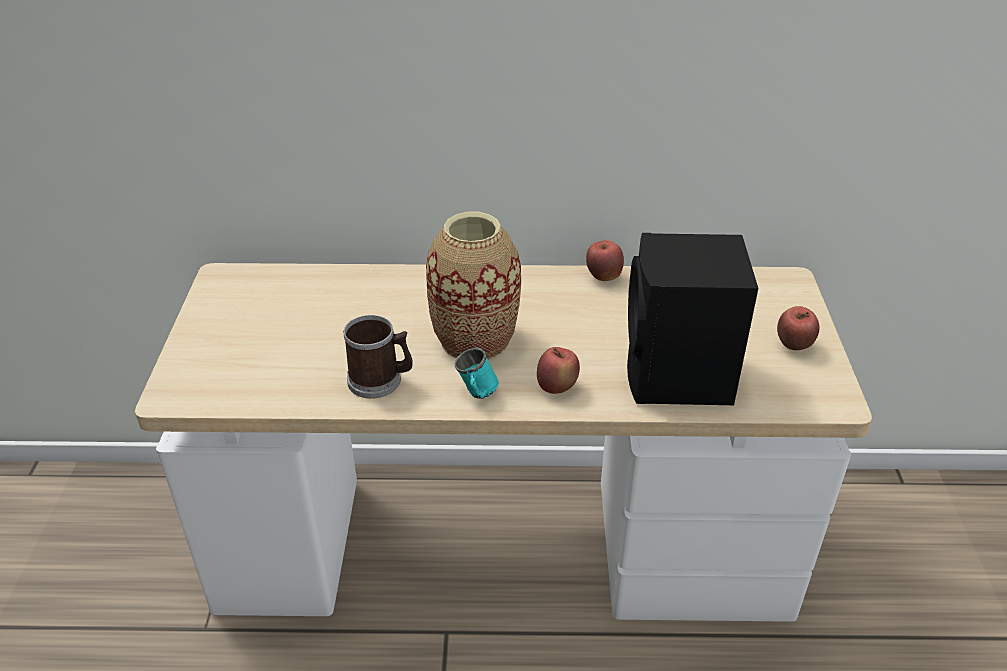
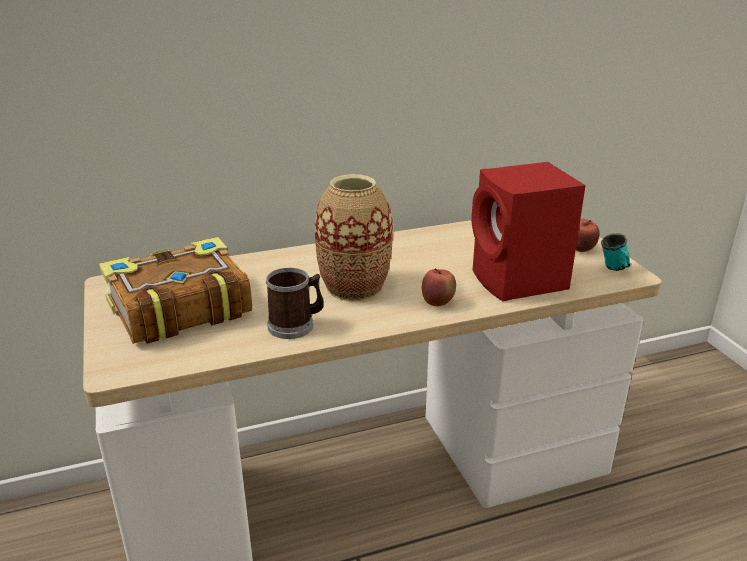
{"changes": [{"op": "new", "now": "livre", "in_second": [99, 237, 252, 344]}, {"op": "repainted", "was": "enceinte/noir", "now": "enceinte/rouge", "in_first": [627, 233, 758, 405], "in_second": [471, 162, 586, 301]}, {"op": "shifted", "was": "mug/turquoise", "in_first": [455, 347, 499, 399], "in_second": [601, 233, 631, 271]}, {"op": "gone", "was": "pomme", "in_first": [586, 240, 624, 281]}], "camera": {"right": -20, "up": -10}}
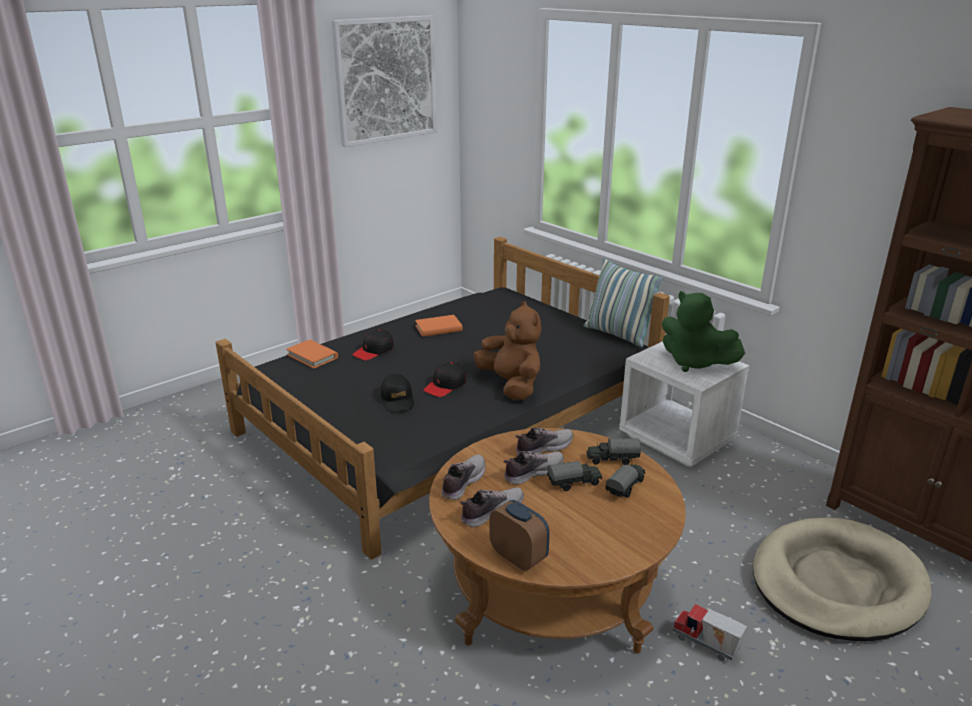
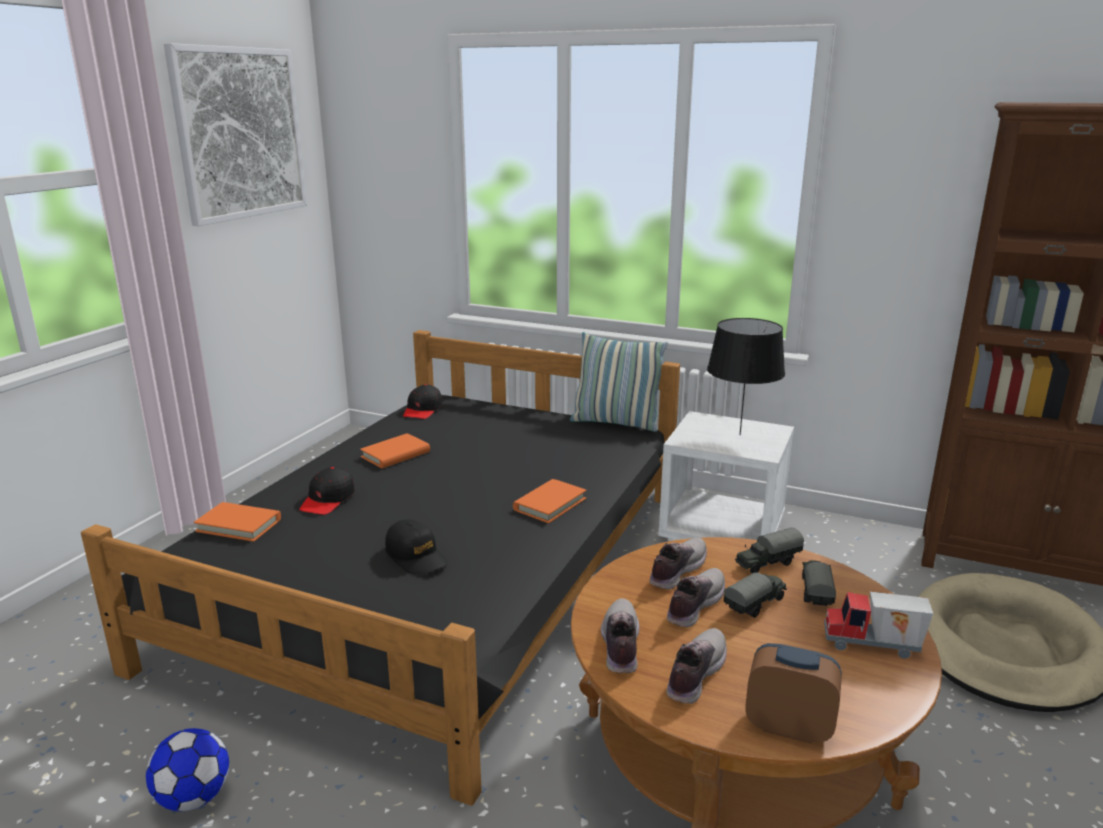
{"changes": [{"op": "new", "now": "ballon de foot", "in_second": [146, 728, 229, 811]}, {"op": "shifted", "was": "casquette/noir", "in_first": [423, 362, 466, 397], "in_second": [403, 384, 442, 419]}, {"op": "swapped", "was": "peluche/marron", "now": "livre/orange", "in_first": [473, 301, 541, 400], "in_second": [513, 479, 587, 523]}, {"op": "swapped", "was": "peluche/vert", "now": "lampe de table/noir", "in_first": [662, 291, 745, 372], "in_second": [707, 318, 785, 435]}, {"op": "shifted", "was": "camion jouet", "in_first": [673, 604, 747, 661], "in_second": [824, 592, 933, 659]}], "camera": {"right": -25, "up": -5}}
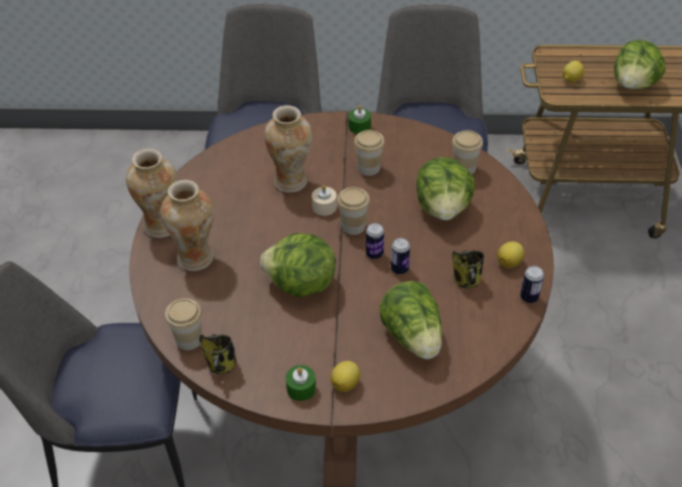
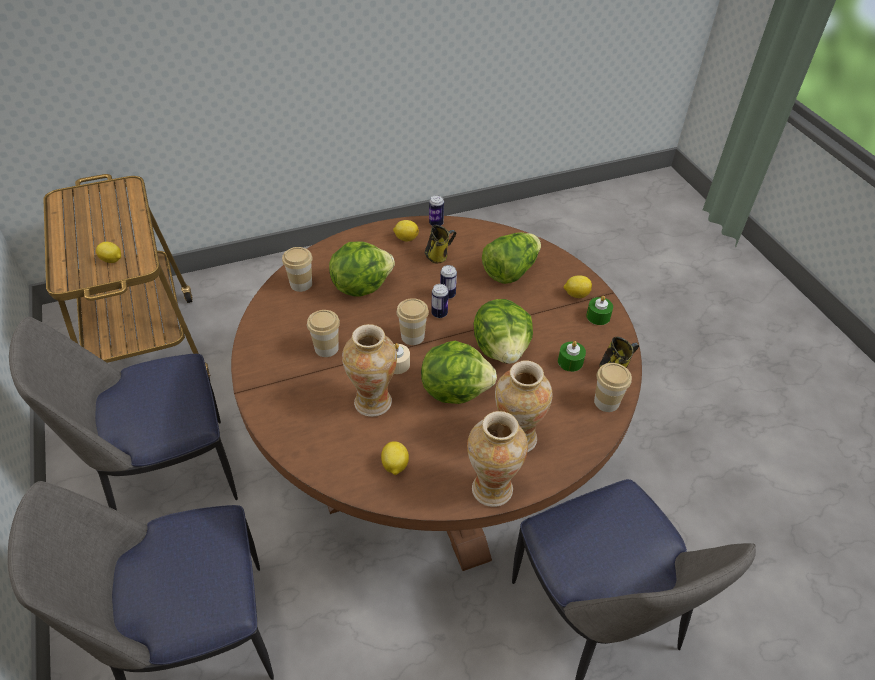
{"changes": [{"op": "new", "now": "citron", "in_second": [381, 441, 409, 475]}, {"op": "shifted", "was": "laitue", "in_first": [614, 40, 665, 90], "in_second": [421, 341, 497, 404]}, {"op": "shifted", "was": "bougie/vert", "in_first": [348, 105, 371, 134], "in_second": [558, 341, 586, 372]}], "camera": {"right": -115, "up": 0}}
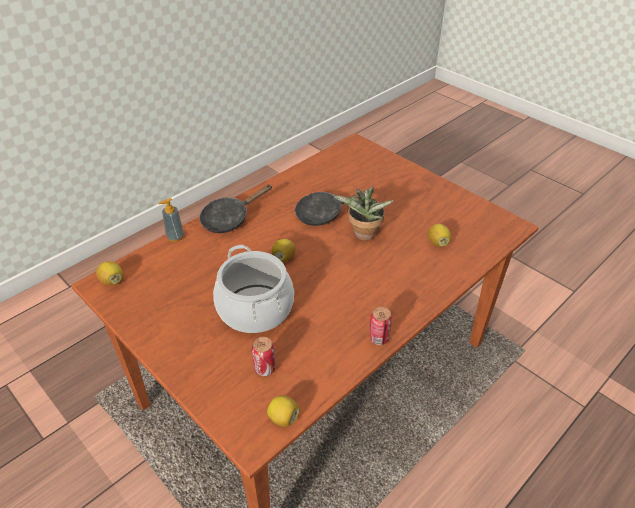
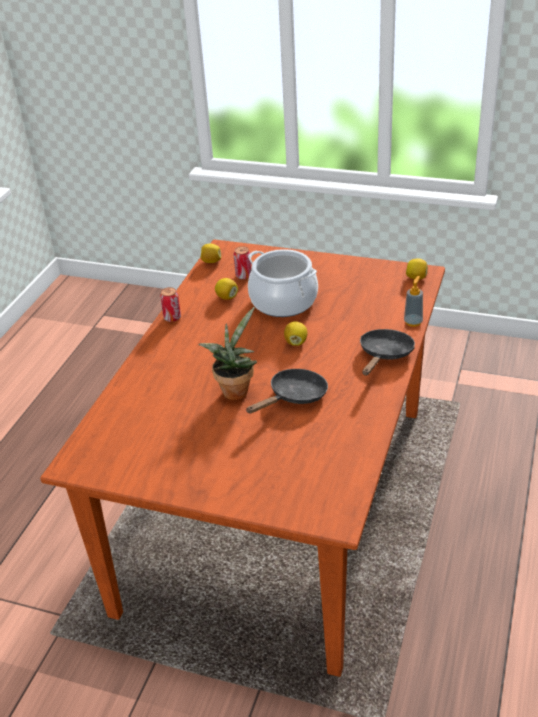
{"changes": [{"op": "shifted", "was": "citron", "in_first": [427, 224, 451, 247], "in_second": [215, 278, 238, 300]}], "camera": {"right": 155, "up": -5}}
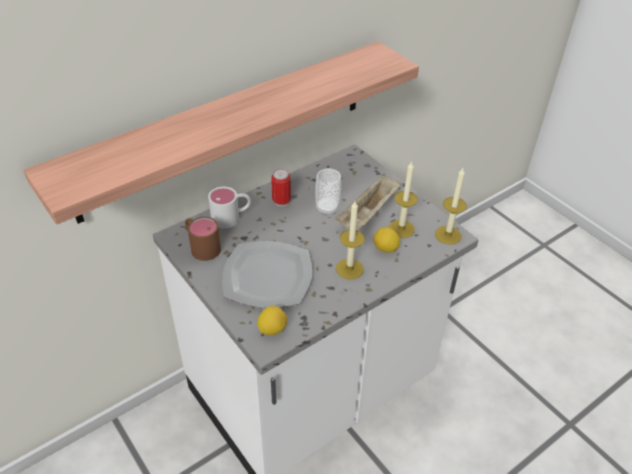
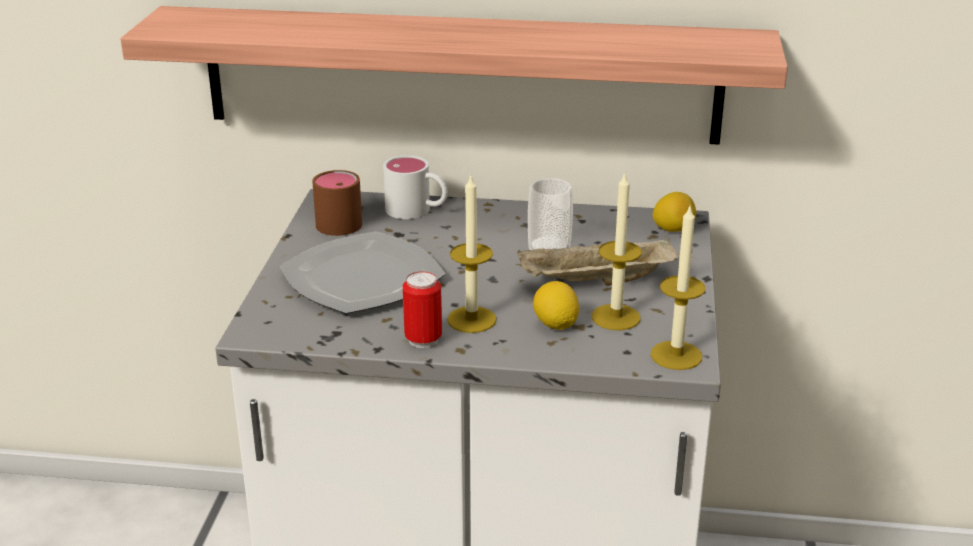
{"changes": [{"op": "shifted", "was": "boîte métallique", "in_first": [271, 169, 291, 206], "in_second": [403, 271, 442, 348]}, {"op": "shifted", "was": "citron", "in_first": [257, 306, 287, 335], "in_second": [652, 192, 696, 232]}], "camera": {"right": 45, "up": -15}}
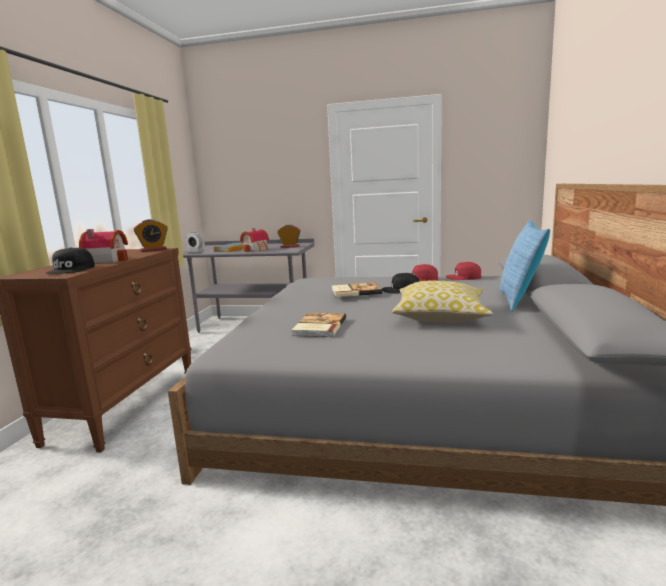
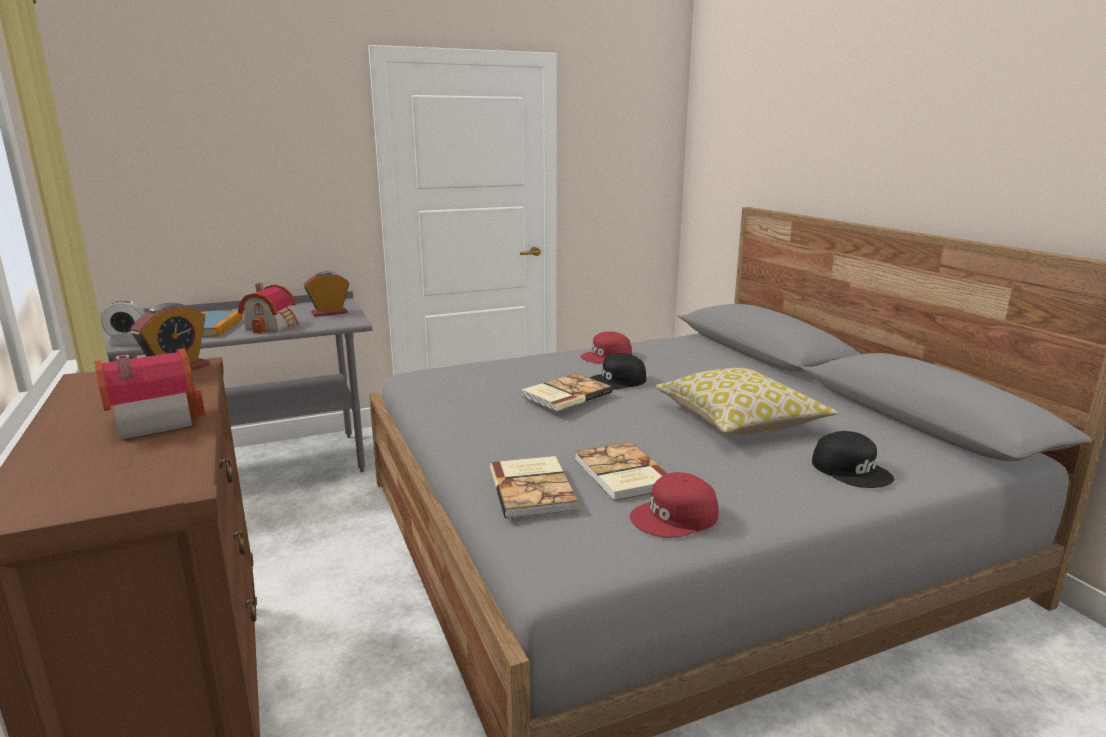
{"changes": [{"op": "new", "now": "livre", "in_second": [490, 456, 578, 519]}, {"op": "shifted", "was": "casquette/rouge", "in_first": [446, 262, 481, 280], "in_second": [630, 472, 719, 538]}, {"op": "shifted", "was": "casquette/noir", "in_first": [45, 247, 95, 274], "in_second": [812, 431, 894, 488]}, {"op": "gone", "was": "coussin", "in_first": [499, 220, 550, 312]}], "camera": {"right": -35, "up": 5}}
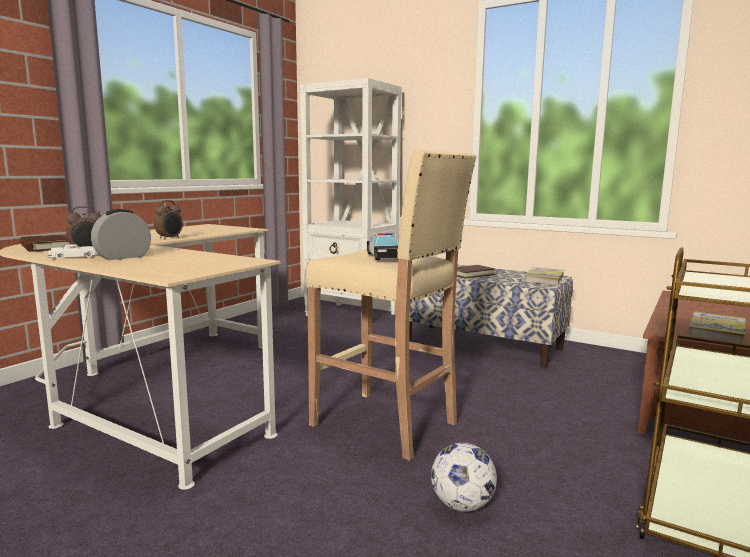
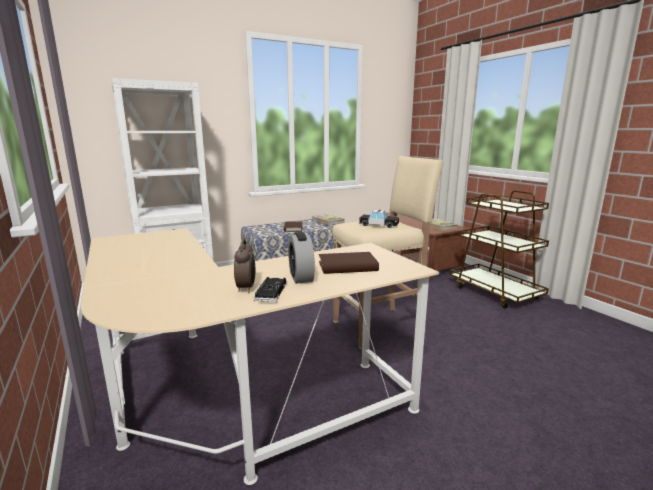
{"changes": [{"op": "repainted", "was": "petite voiture/blanc", "now": "petite voiture/noir", "in_first": [48, 244, 99, 259], "in_second": [254, 277, 287, 302]}, {"op": "shifted", "was": "livre/marron", "in_first": [20, 235, 69, 252], "in_second": [319, 252, 379, 274]}, {"op": "gone", "was": "réveil", "in_first": [154, 200, 183, 240]}, {"op": "gone", "was": "ballon de foot", "in_first": [431, 443, 497, 512]}], "camera": {"right": -60, "up": 5}}
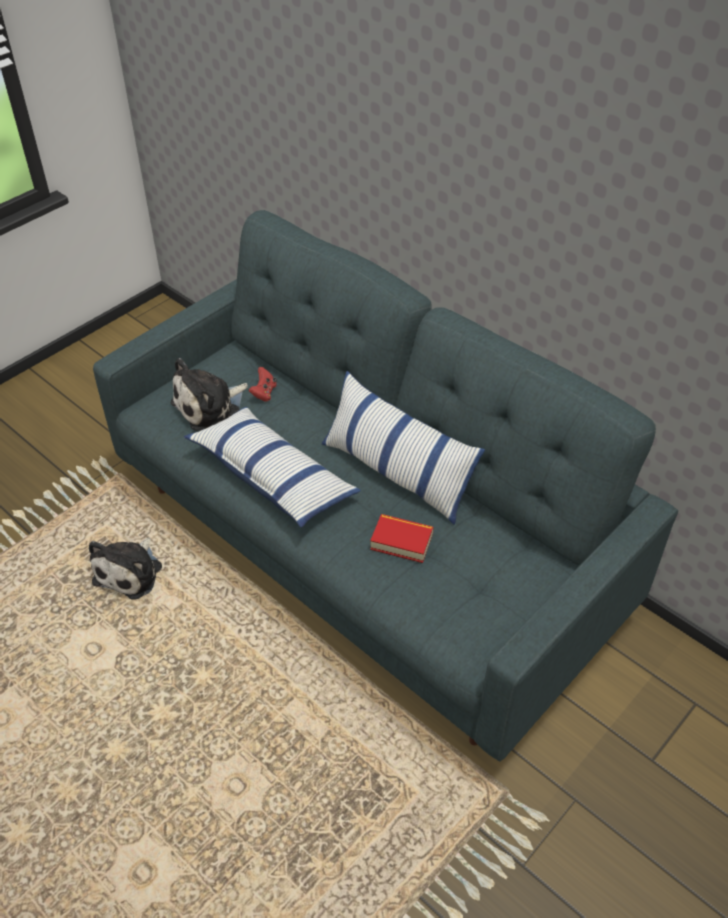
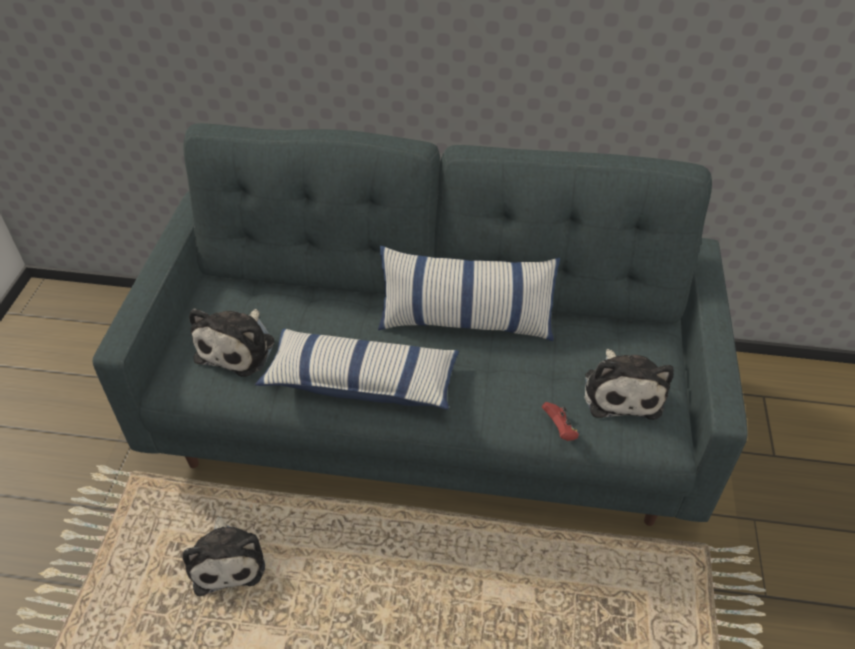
{"changes": [{"op": "shifted", "was": "manette/rouge", "in_first": [249, 367, 277, 402], "in_second": [542, 402, 579, 441]}, {"op": "new", "now": "peluche", "in_second": [585, 349, 674, 420]}, {"op": "gone", "was": "livre", "in_first": [370, 514, 434, 563]}], "camera": {"right": -35, "up": 0}}
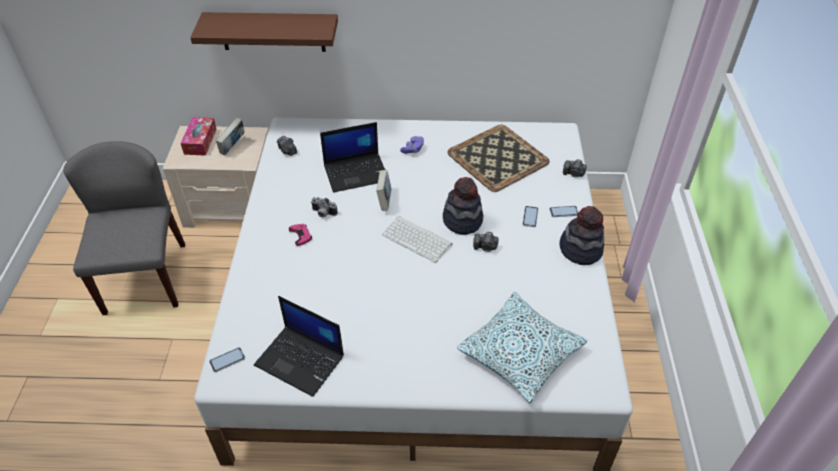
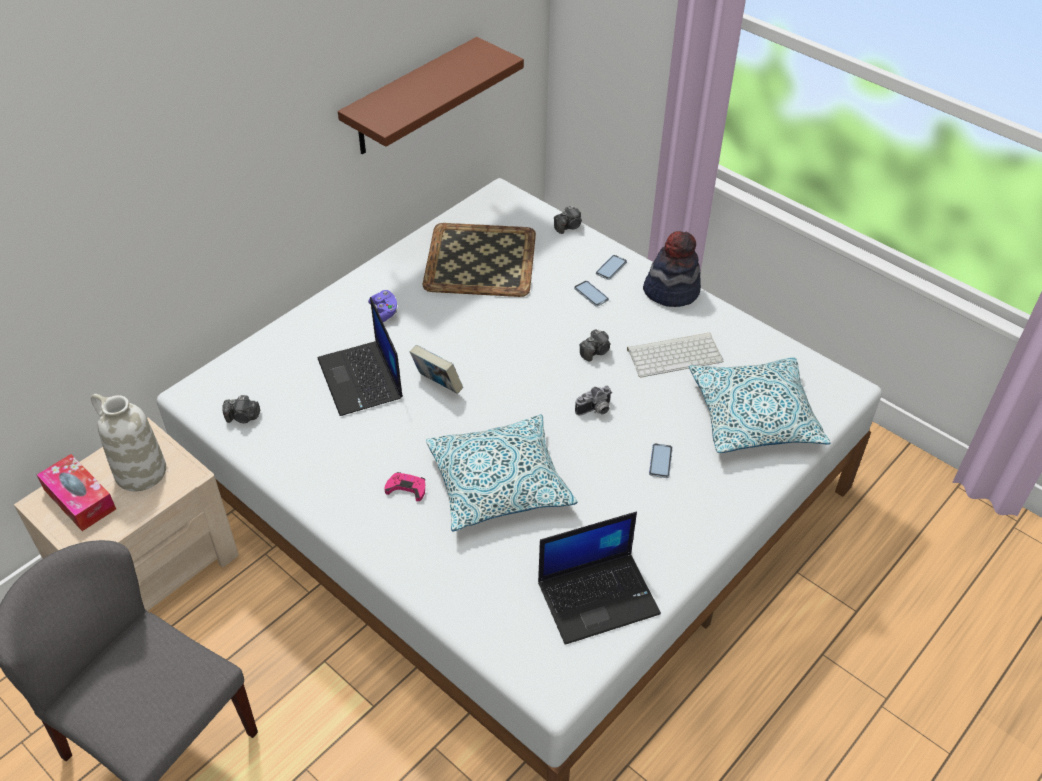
{"changes": [{"op": "swapped", "was": "livre", "now": "vase/blanc", "in_first": [216, 118, 244, 156], "in_second": [91, 394, 166, 491]}, {"op": "rotated", "was": "ordinateur portable", "in_first": [320, 122, 385, 193], "in_second": [318, 297, 403, 416], "clockwise": 135}, {"op": "shifted", "was": "étagère/marron", "in_first": [190, 12, 338, 52], "in_second": [338, 37, 524, 154]}, {"op": "new", "now": "coussin", "in_second": [426, 414, 577, 532]}, {"op": "shifted", "was": "appareil photo", "in_first": [311, 197, 338, 218], "in_second": [575, 386, 612, 416]}, {"op": "shifted", "was": "clavier", "in_first": [382, 216, 453, 263], "in_second": [627, 332, 723, 377]}, {"op": "shifted", "was": "téléphone", "in_first": [209, 347, 245, 372], "in_second": [649, 443, 673, 478]}, {"op": "gone", "was": "chapeau", "in_first": [443, 177, 484, 235]}], "camera": {"right": -50, "up": 0}}
